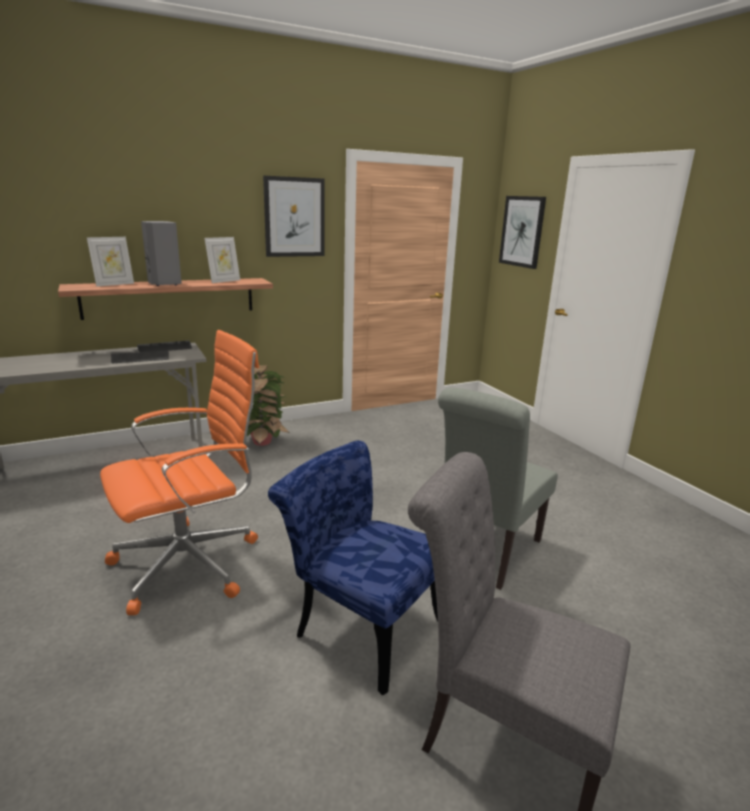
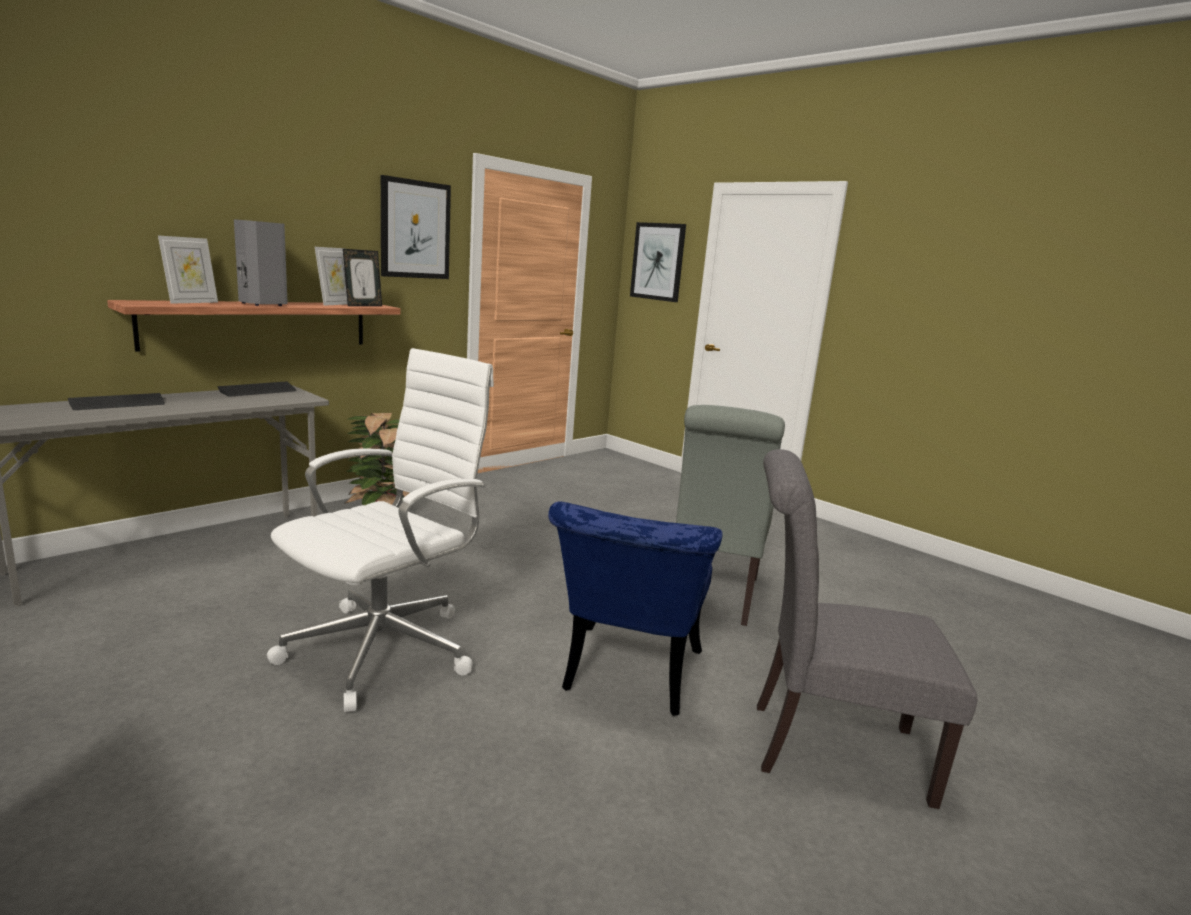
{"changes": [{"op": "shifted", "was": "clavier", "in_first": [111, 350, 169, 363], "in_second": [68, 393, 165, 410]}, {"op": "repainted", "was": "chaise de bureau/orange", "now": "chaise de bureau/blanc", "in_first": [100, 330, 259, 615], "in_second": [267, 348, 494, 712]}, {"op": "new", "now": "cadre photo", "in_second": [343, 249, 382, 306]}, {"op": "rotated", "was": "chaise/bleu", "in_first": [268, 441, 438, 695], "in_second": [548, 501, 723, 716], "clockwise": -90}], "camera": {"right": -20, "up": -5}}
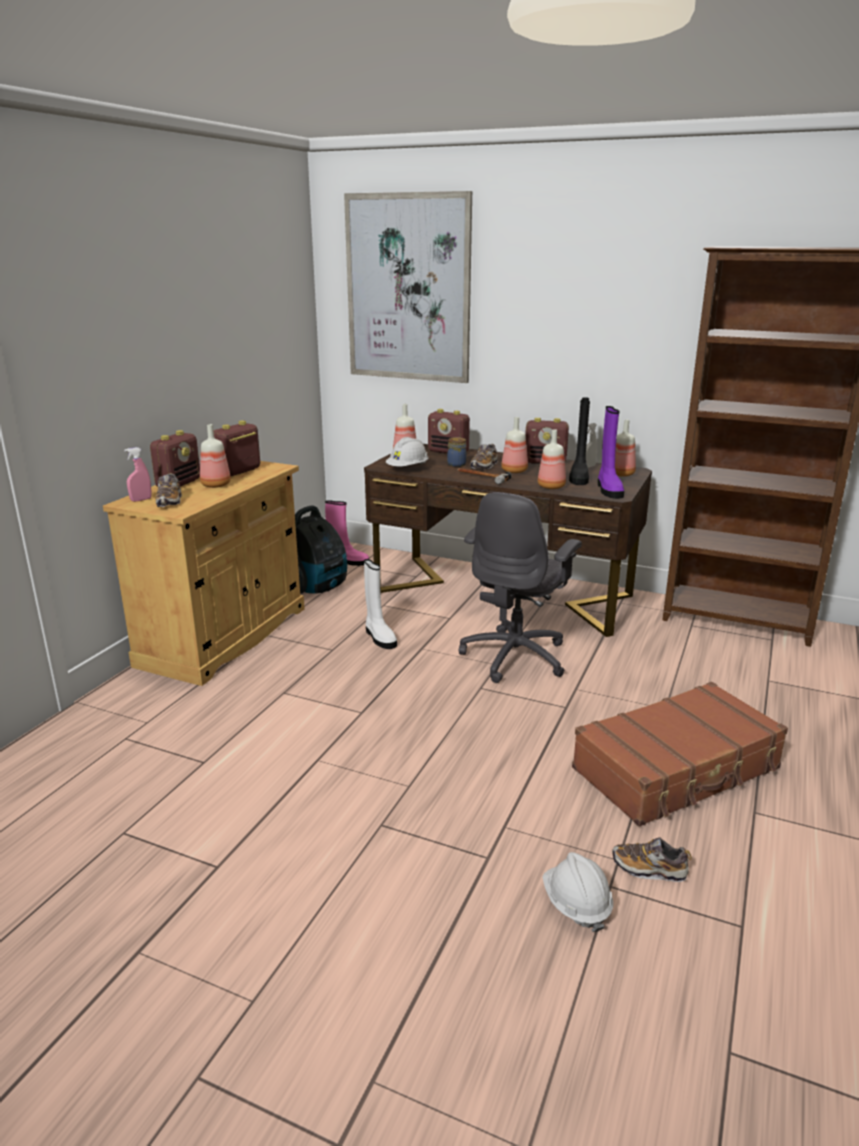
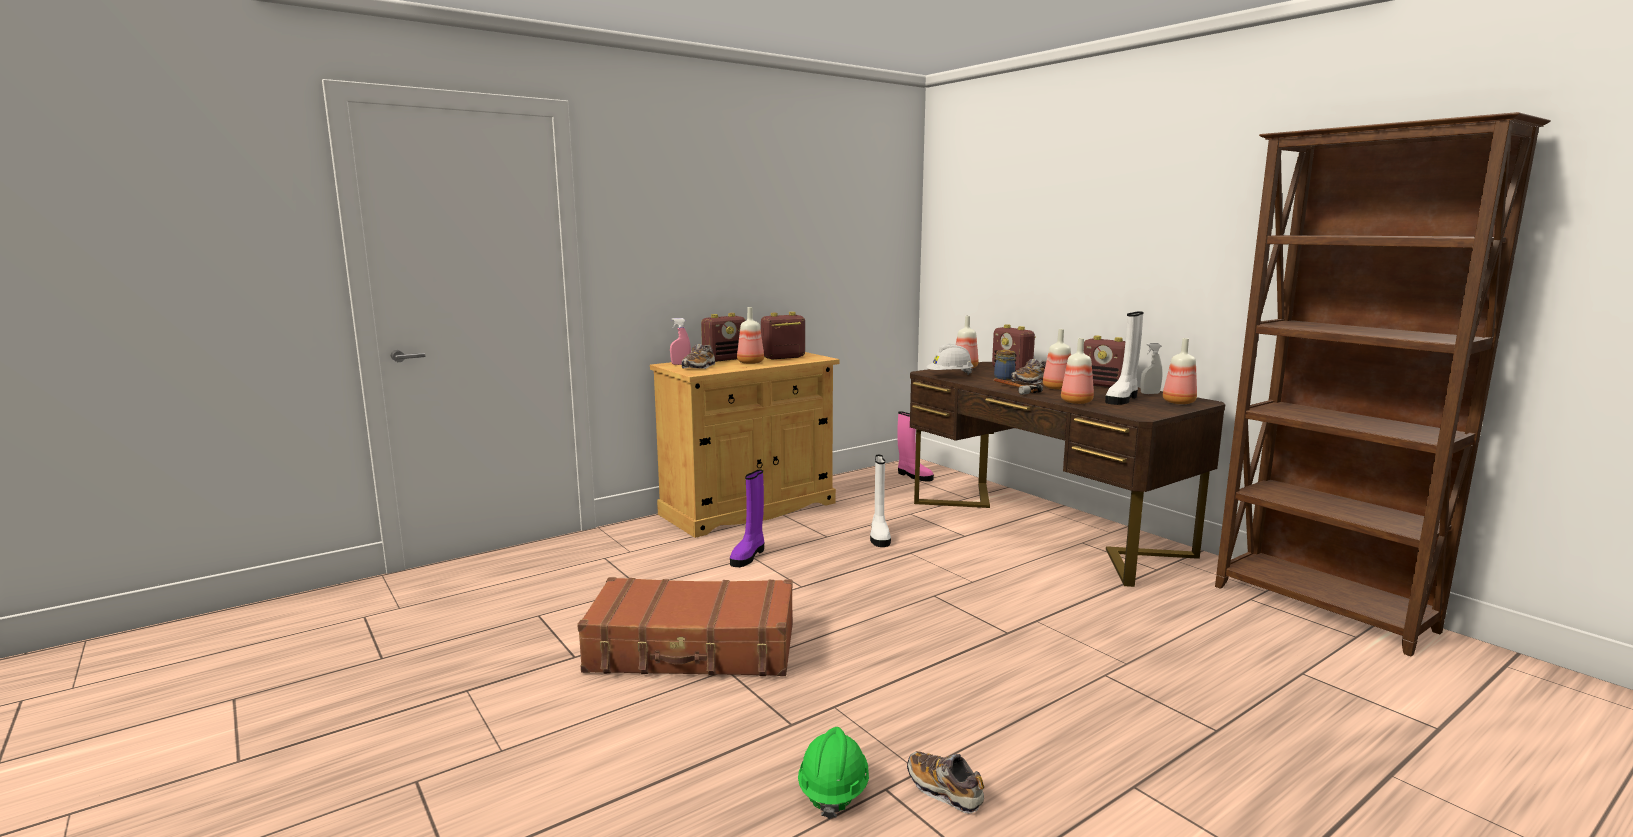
{"changes": [{"op": "shifted", "was": "valise/marron", "in_first": [572, 682, 788, 826], "in_second": [577, 577, 793, 676]}, {"op": "shifted", "was": "botte/violet", "in_first": [598, 406, 624, 499], "in_second": [730, 469, 764, 567]}, {"op": "repainted", "was": "casque de chantier/blanc", "now": "casque de chantier/vert", "in_first": [543, 852, 613, 932], "in_second": [798, 727, 869, 819]}, {"op": "repainted", "was": "botte/noir", "now": "botte/blanc", "in_first": [569, 397, 590, 485], "in_second": [1105, 312, 1144, 405]}, {"op": "gone", "was": "aspirateur", "in_first": [295, 506, 347, 594]}, {"op": "gone", "was": "tableau", "in_first": [344, 191, 472, 383]}, {"op": "gone", "was": "chaise de bureau/gris", "in_first": [458, 492, 582, 683]}], "camera": {"right": 30, "up": -10}}
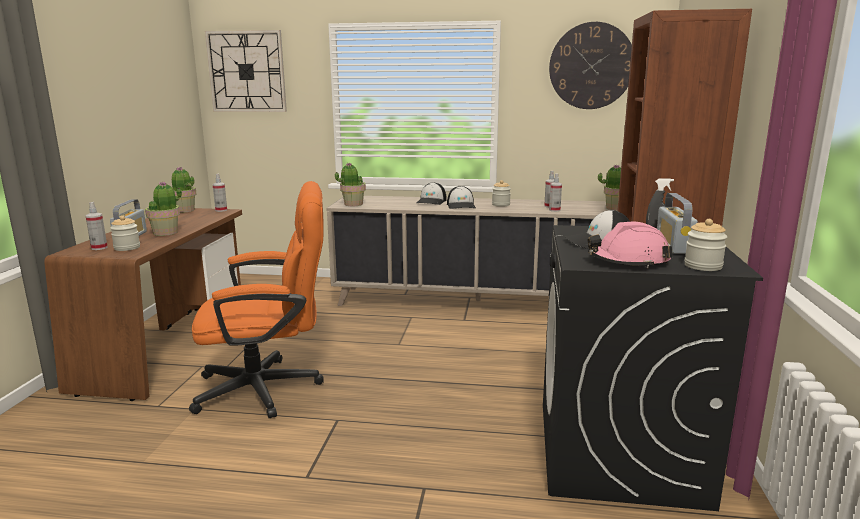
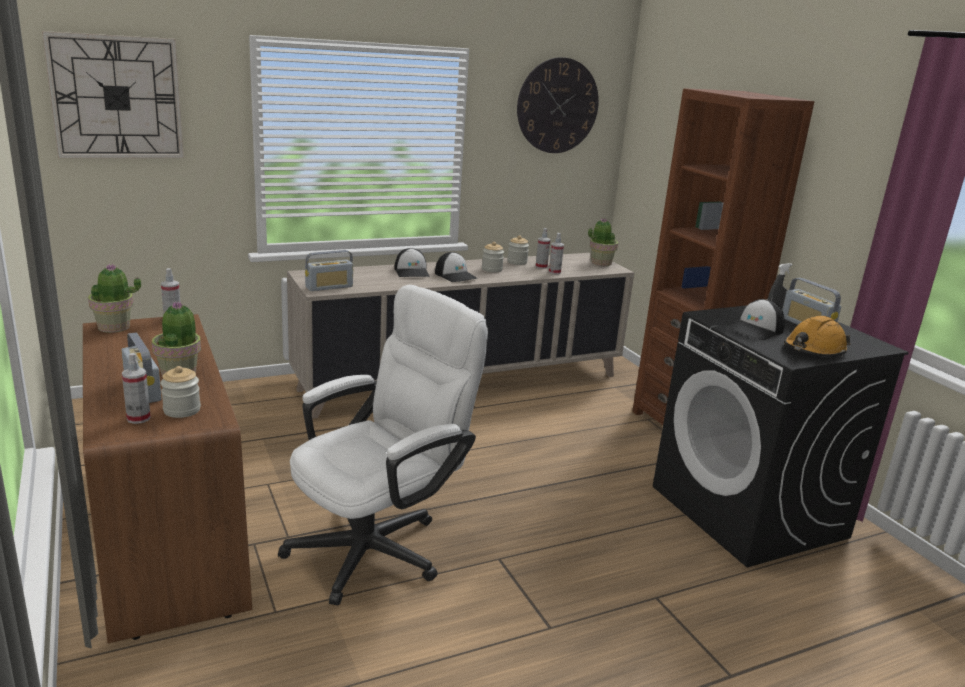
{"changes": [{"op": "repainted", "was": "chaise de bureau/orange", "now": "chaise de bureau/blanc", "in_first": [189, 181, 324, 418], "in_second": [278, 285, 488, 605]}, {"op": "swapped", "was": "plante en pot", "now": "radio", "in_first": [335, 162, 366, 206], "in_second": [305, 250, 353, 291]}, {"op": "shifted", "was": "bocal", "in_first": [684, 219, 727, 271], "in_second": [507, 235, 529, 265]}, {"op": "repainted", "was": "casque de chantier/rose", "now": "casque de chantier/orange", "in_first": [588, 222, 672, 268], "in_second": [784, 316, 850, 357]}], "camera": {"right": -35, "up": 5}}
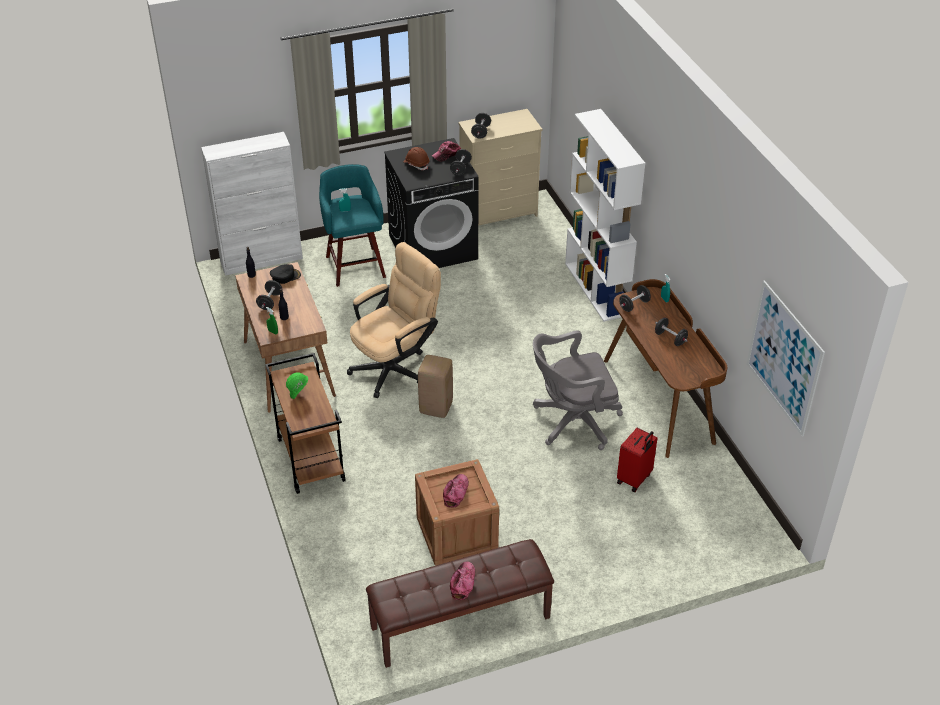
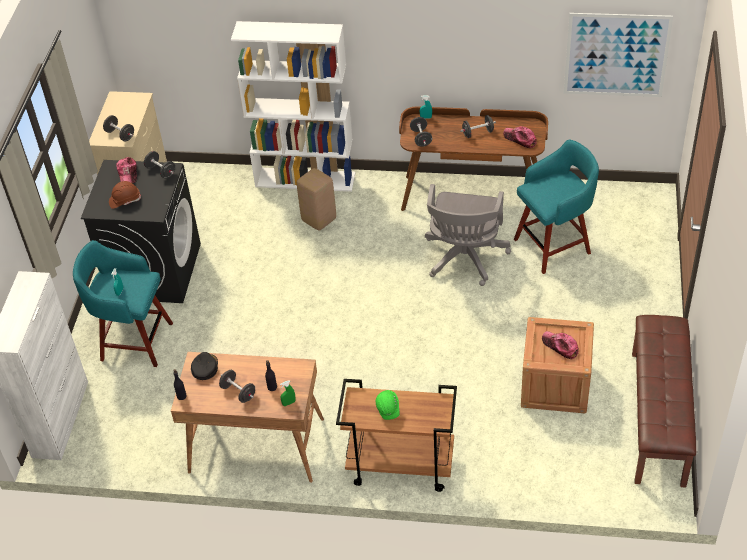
{"changes": [{"op": "shifted", "was": "tabouret/beige", "in_first": [418, 355, 453, 418], "in_second": [297, 168, 336, 231]}, {"op": "shifted", "was": "casquette", "in_first": [450, 562, 475, 600], "in_second": [503, 126, 537, 148]}, {"op": "swapped", "was": "valise/rouge", "now": "tabouret/turquoise", "in_first": [617, 428, 658, 492], "in_second": [514, 139, 599, 274]}, {"op": "gone", "was": "chaise de bureau/beige", "in_first": [347, 242, 441, 398]}], "camera": {"right": -60, "up": 5}}
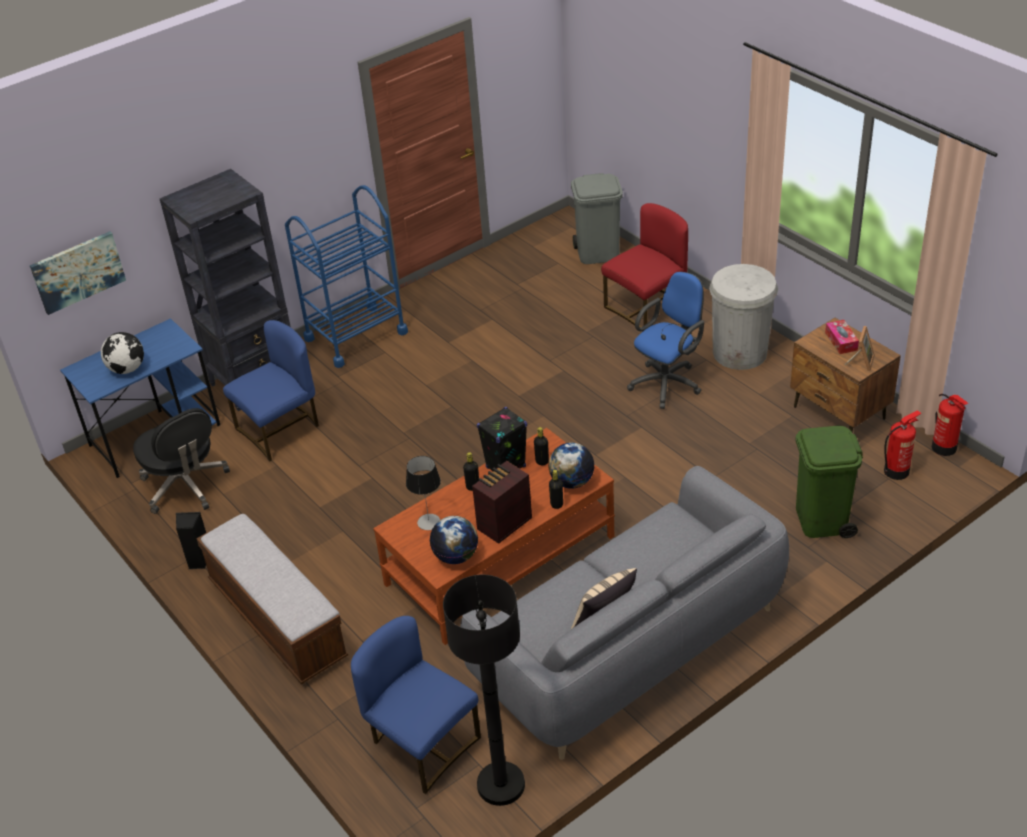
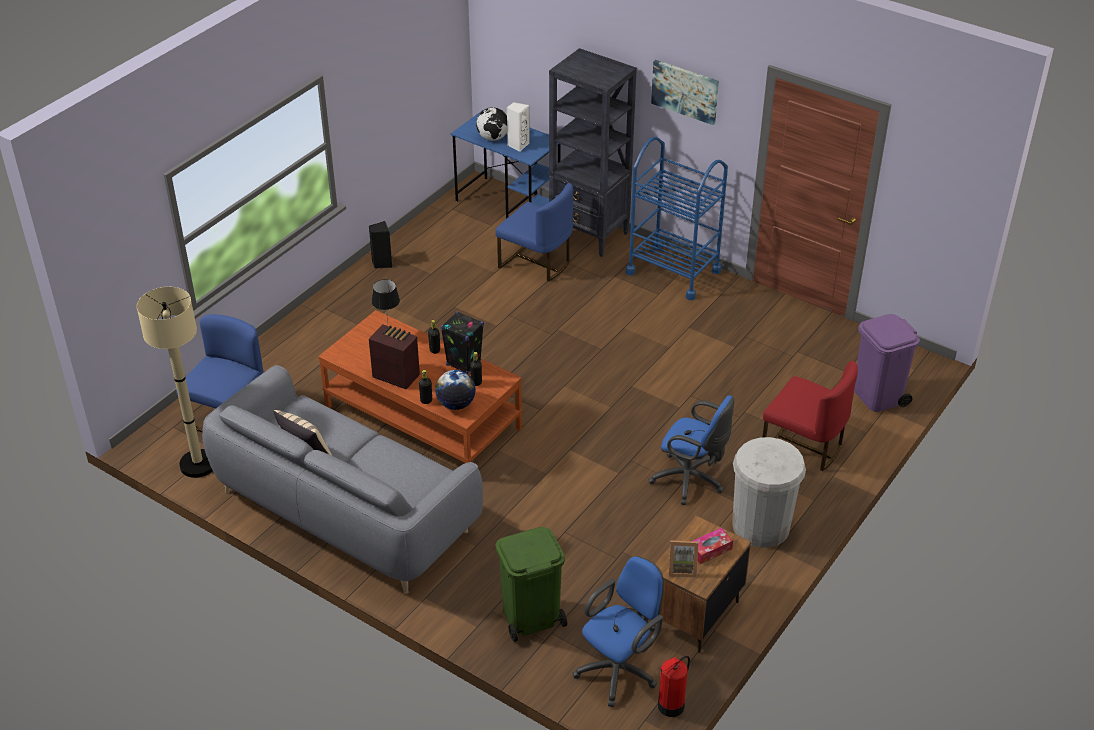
{"changes": [{"op": "repainted", "was": "lampadaire/noir", "now": "lampadaire/beige", "in_first": [443, 575, 525, 806], "in_second": [137, 287, 213, 478]}, {"op": "new", "now": "enceinte/blanc", "in_second": [506, 102, 530, 152]}, {"op": "swapped", "was": "extincteur", "now": "chaise de bureau/bleu", "in_first": [884, 410, 921, 480], "in_second": [573, 556, 664, 707]}, {"op": "shifted", "was": "tableau", "in_first": [30, 231, 126, 315], "in_second": [651, 60, 719, 125]}, {"op": "repainted", "was": "poubelle/gris", "now": "poubelle/violet", "in_first": [571, 173, 623, 264], "in_second": [854, 314, 920, 412]}, {"op": "gone", "was": "chaise de bureau/noir", "in_first": [133, 408, 230, 514]}, {"op": "gone", "was": "banc", "in_first": [196, 513, 348, 684]}, {"op": "gone", "was": "globe", "in_first": [430, 516, 478, 564]}], "camera": {"right": 70, "up": 0}}
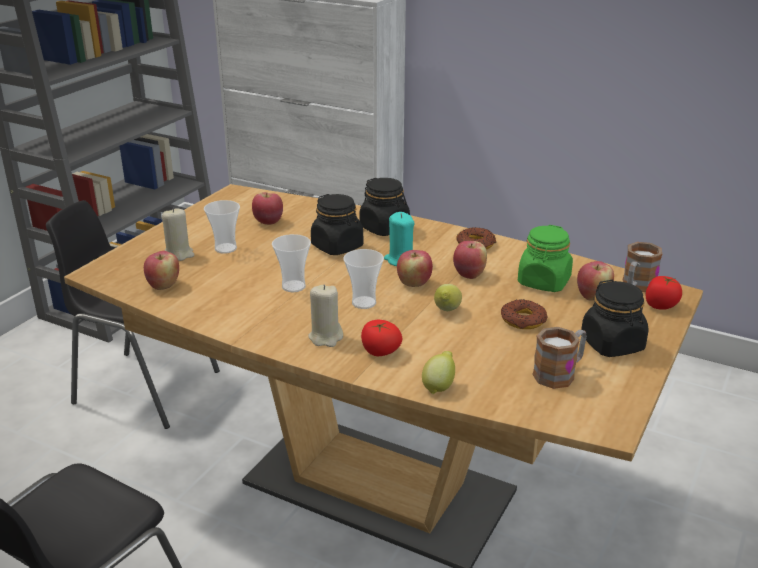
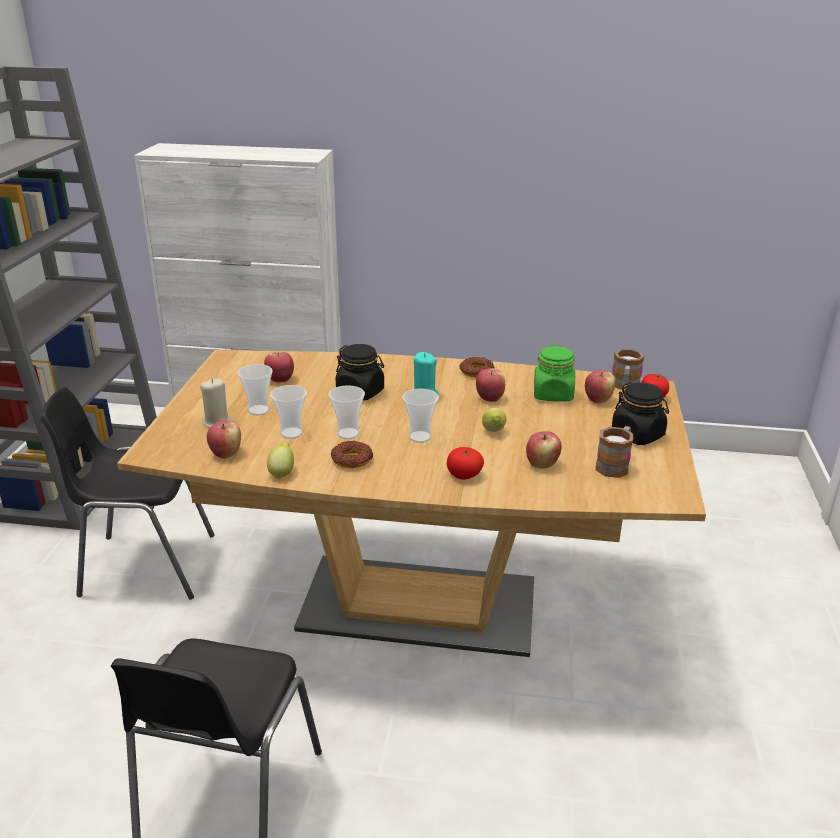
{"changes": [{"op": "shifted", "was": "citron", "in_first": [422, 351, 455, 394], "in_second": [267, 442, 294, 479]}, {"op": "new", "now": "tasse", "in_second": [270, 385, 307, 439]}, {"op": "shifted", "was": "beignet", "in_first": [501, 299, 548, 329], "in_second": [331, 441, 373, 468]}, {"op": "shifted", "was": "pomme", "in_first": [397, 250, 433, 287], "in_second": [526, 431, 562, 469]}, {"op": "gone", "was": "bougie/beige", "in_first": [308, 285, 343, 347]}, {"op": "gone", "was": "bocal/noir", "in_first": [359, 178, 410, 236]}], "camera": {"right": -20, "up": 0}}
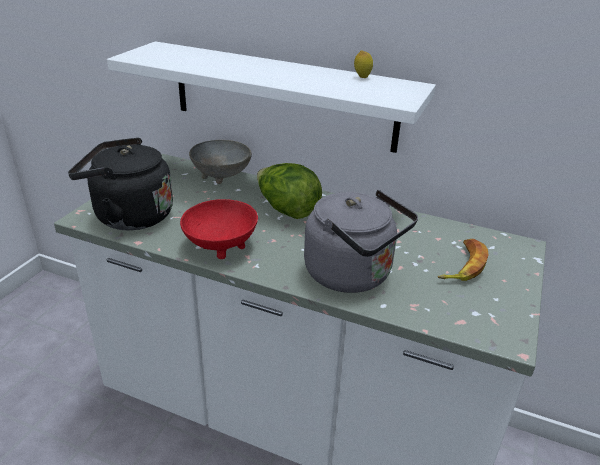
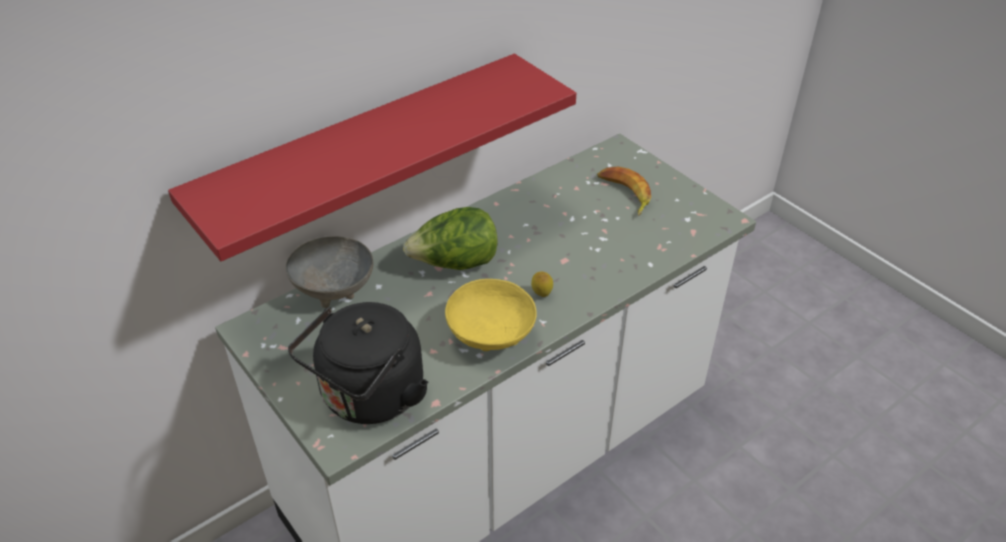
{"changes": [{"op": "repainted", "was": "étagère/blanc", "now": "étagère/rouge", "in_first": [107, 41, 436, 153], "in_second": [168, 54, 576, 261]}, {"op": "repainted", "was": "bol/rouge", "now": "bol/jaune", "in_first": [180, 199, 258, 259], "in_second": [445, 279, 537, 351]}, {"op": "shifted", "was": "citron", "in_first": [354, 51, 373, 78], "in_second": [531, 271, 553, 297]}, {"op": "gone", "was": "bouilloire/gris", "in_first": [304, 190, 418, 293]}], "camera": {"right": -60, "up": 10}}
